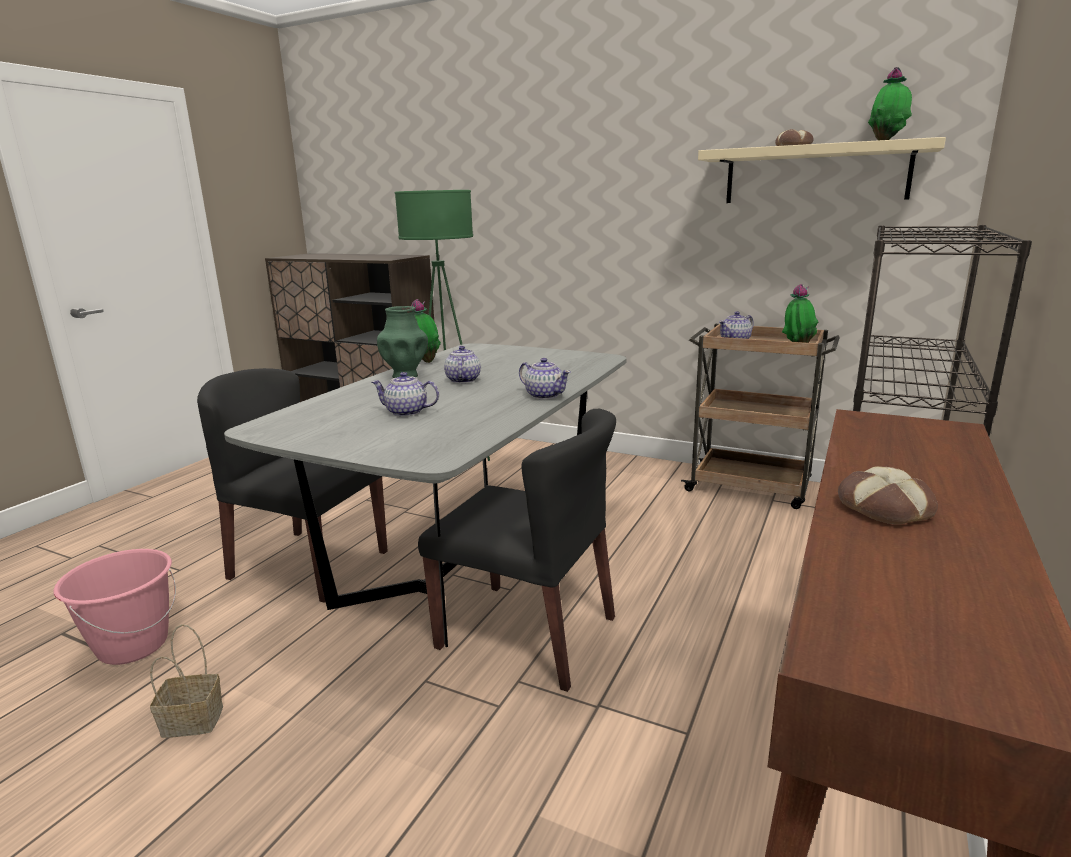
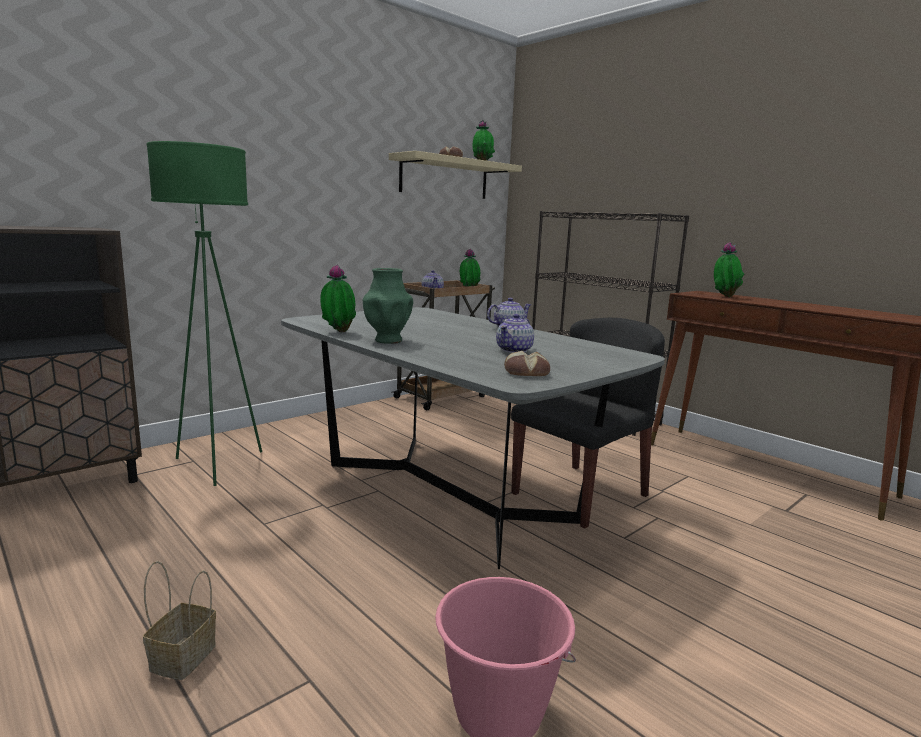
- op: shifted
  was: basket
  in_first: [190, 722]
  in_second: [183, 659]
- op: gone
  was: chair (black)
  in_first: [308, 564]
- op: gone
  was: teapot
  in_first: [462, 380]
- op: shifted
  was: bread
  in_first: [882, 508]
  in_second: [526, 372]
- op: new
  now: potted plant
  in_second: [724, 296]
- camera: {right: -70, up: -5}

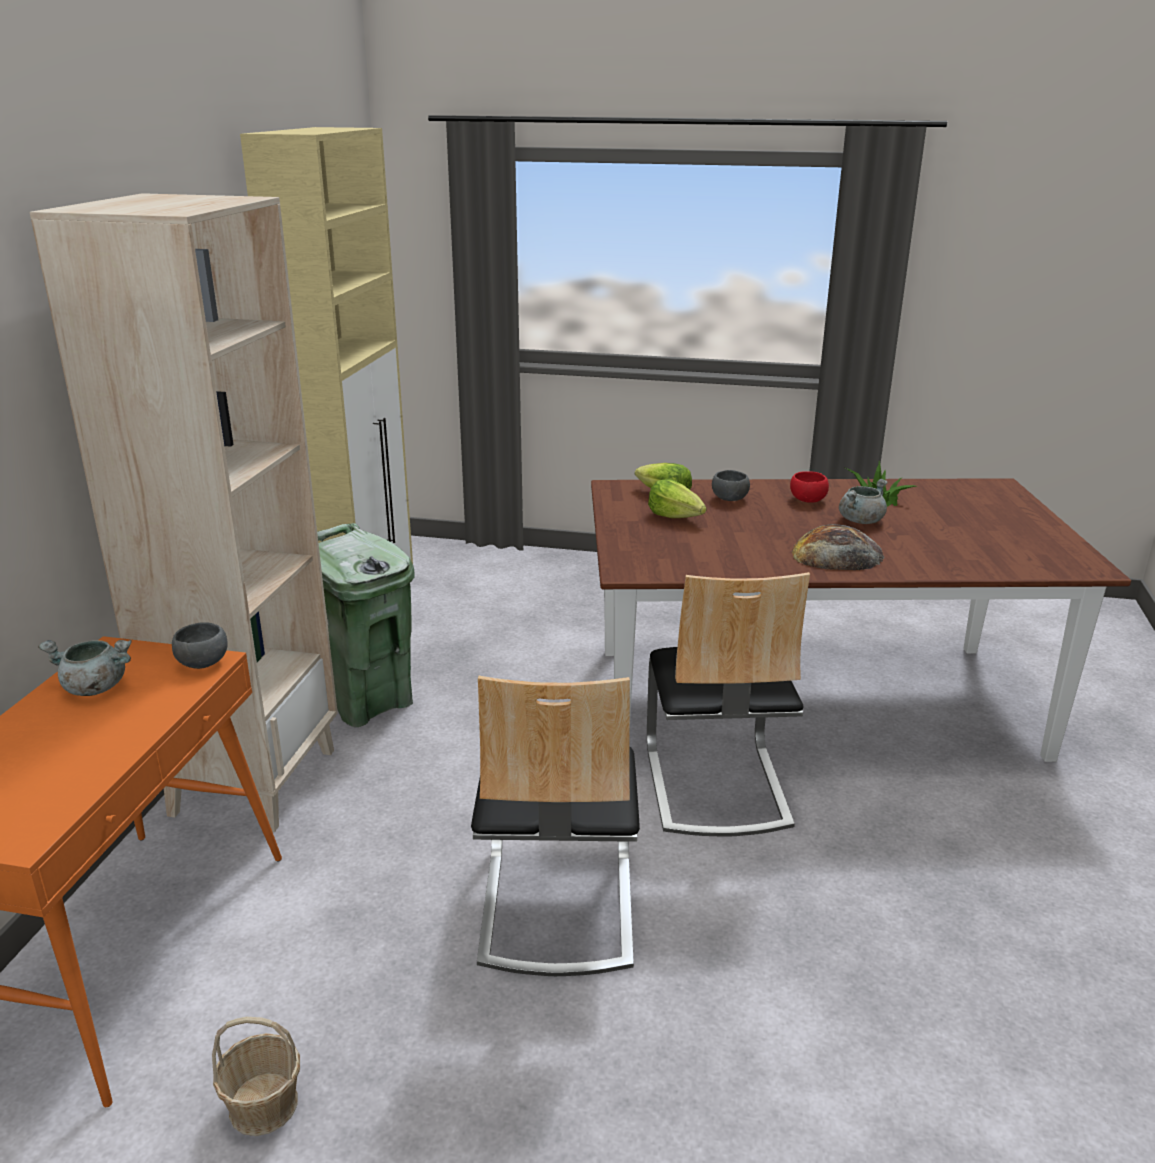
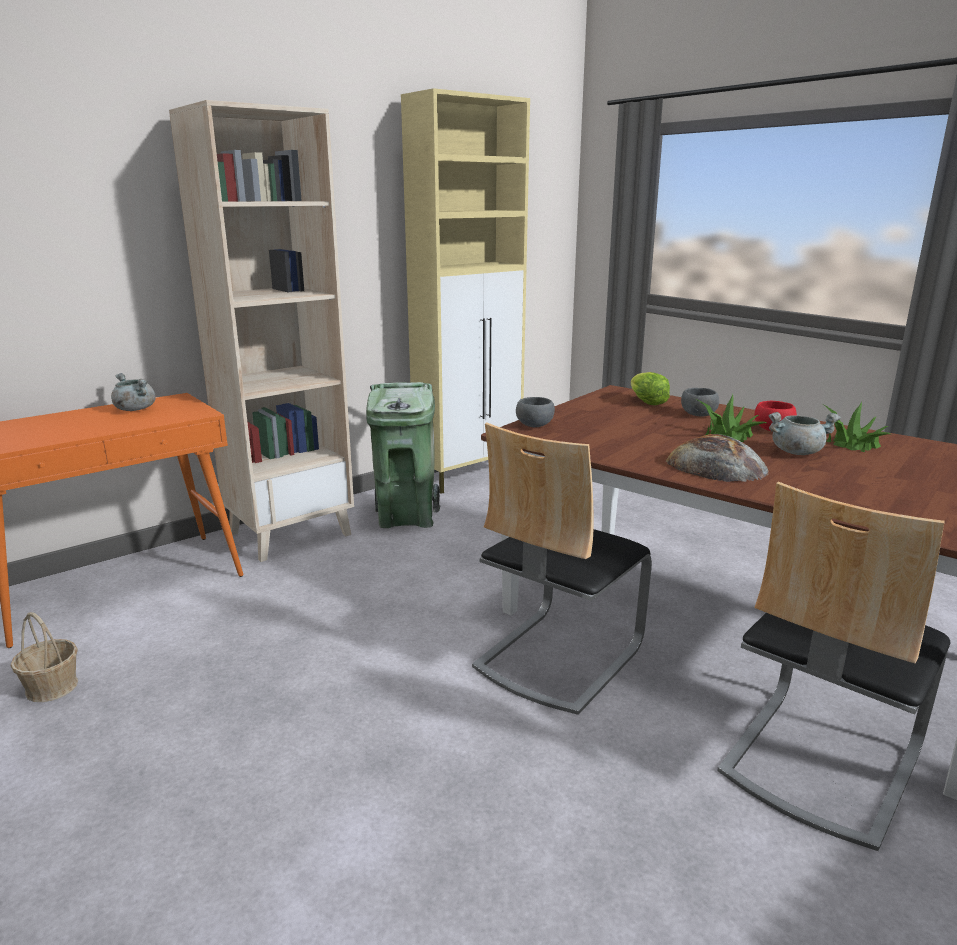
- op: shifted
  was: bowl (grey)
  in_first: [202, 662]
  in_second: [534, 425]
- op: shifted
  was: chair
  in_first: [556, 904]
  in_second: [819, 760]
- op: gone
  was: lettuce
  in_first: [676, 517]
- op: new
  now: potted plant
  in_second: [728, 434]
- camera: {right: 40, up: -5}

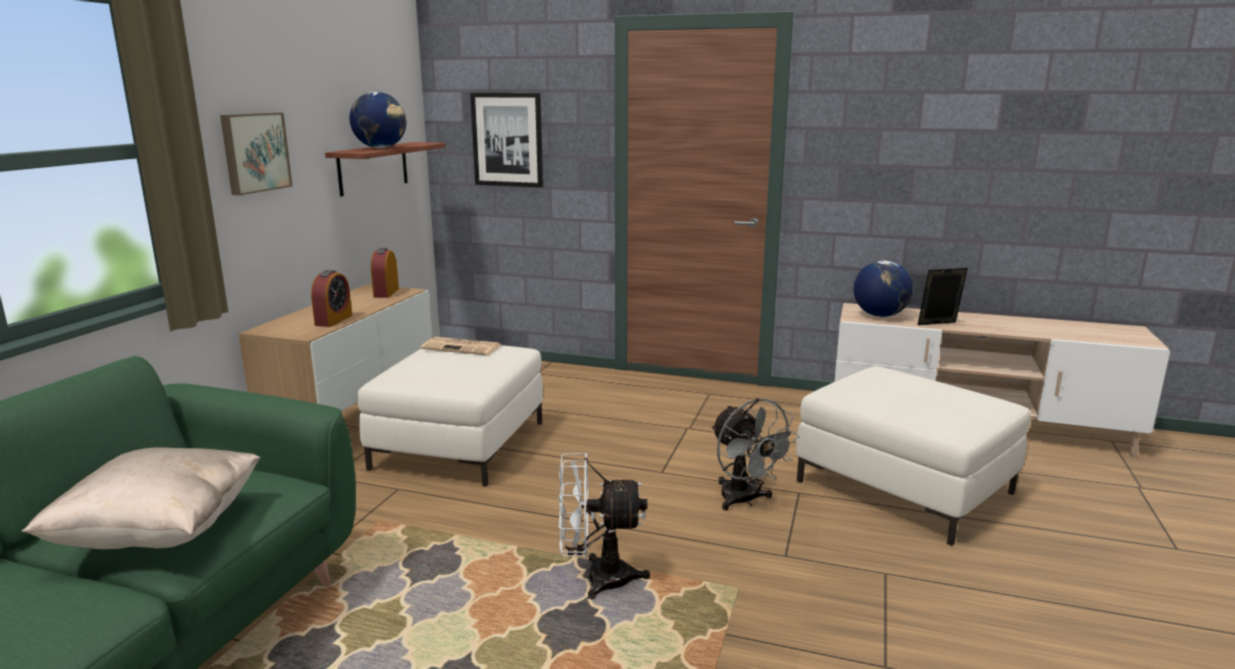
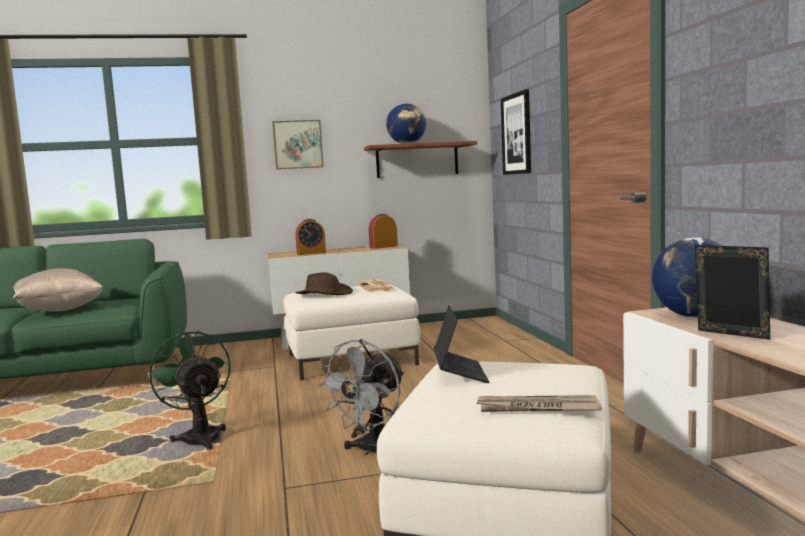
- op: repainted
  was: fan (white)
  now: fan (green)
  in_first: [597, 579]
  in_second: [199, 437]
- op: new
  now: hat (brown)
  in_second: [324, 294]
- op: new
  now: laptop
  in_second: [460, 373]
- op: new
  now: newspaper
  in_second: [537, 408]
- camera: {right: 60, up: -10}

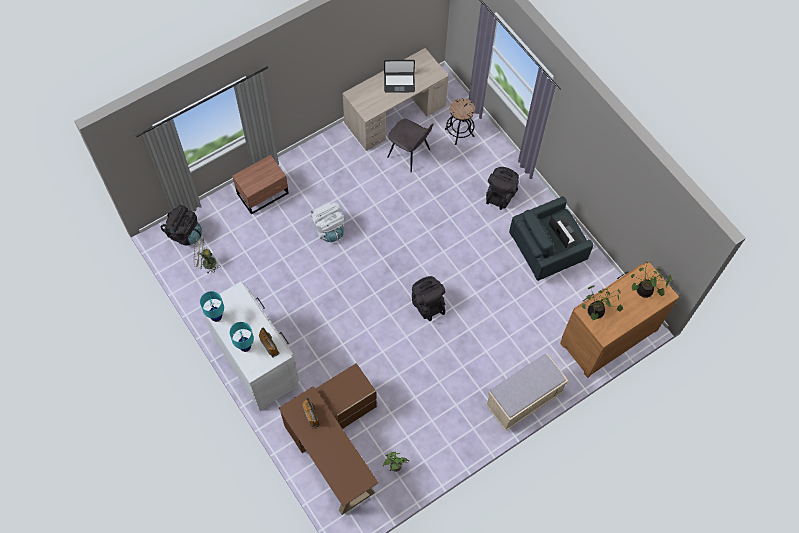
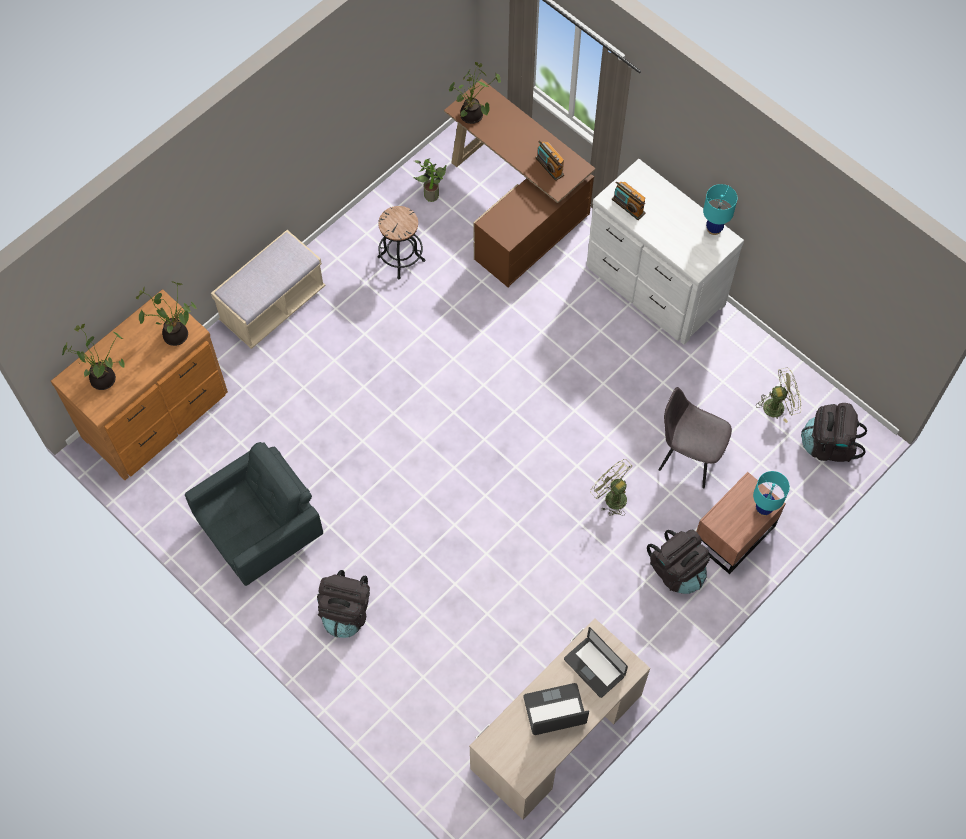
- op: shifted
  was: table lamp (turquoise)
  in_first: [245, 347]
  in_second: [763, 508]
- op: swapped
  was: backpack (white)
  now: fan (green)
  in_first: [328, 229]
  in_second: [611, 496]
- op: shifted
  was: chair (grey)
  in_first: [409, 154]
  in_second: [689, 455]
- op: shifted
  was: backpack (black)
  in_first: [427, 303]
  in_second: [677, 570]
- op: shifted
  was: stool (black)
  in_first: [459, 132]
  in_second: [401, 258]
- op: shifted
  was: laptop
  in_first: [564, 232]
  in_second: [594, 667]
- op: new
  now: potted plant
  in_second: [473, 117]
- camera: {right: 170, up: 0}

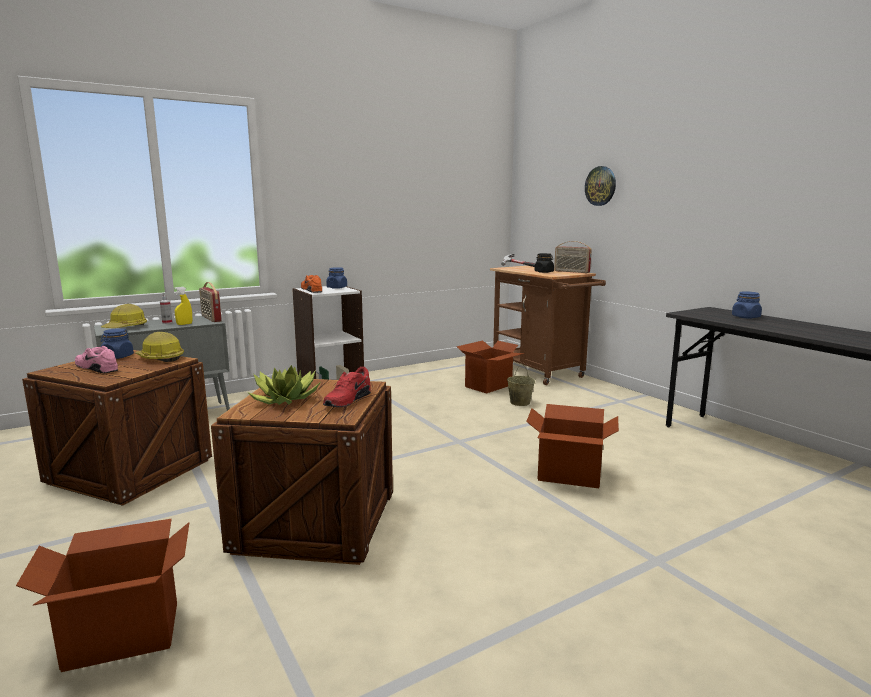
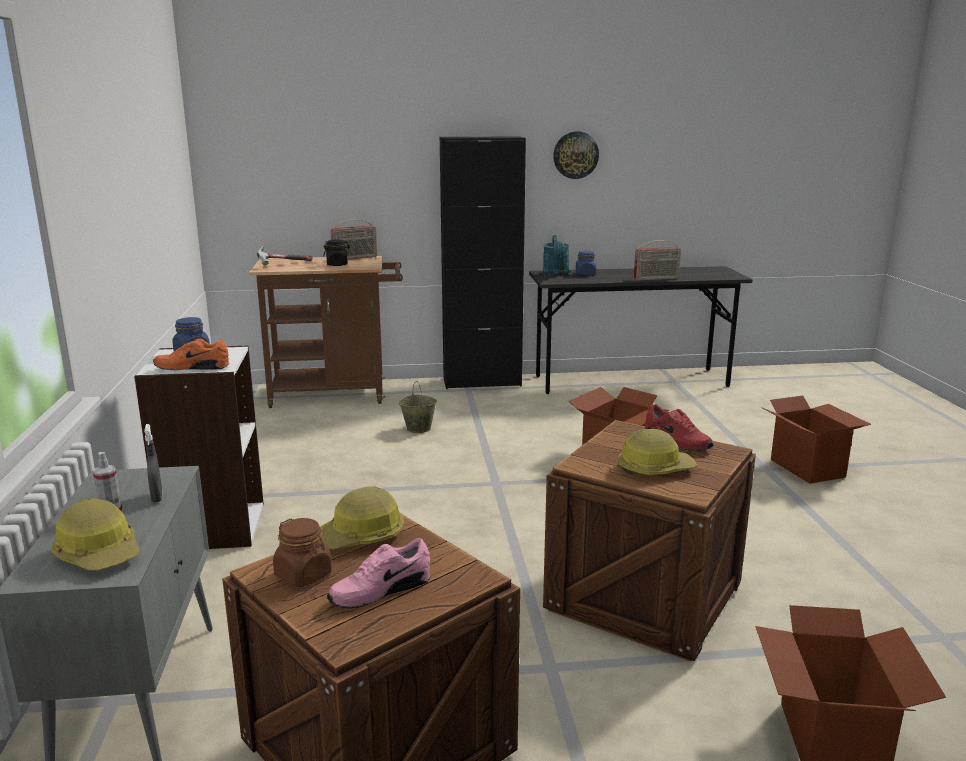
- op: repainted
  was: jar (blue)
  now: jar (brown)
  in_first: [117, 357]
  in_second: [304, 575]
- op: repainted
  was: spray bottle (yellow)
  now: spray bottle (grey)
  in_first: [184, 324]
  in_second: [157, 497]
- op: shifted
  was: radio
  in_first: [211, 318]
  in_second: [656, 279]
- op: swapped
  was: potted plant
  now: hard hat
  in_first: [285, 399]
  in_second: [654, 468]
- op: shifted
  was: cardboard box
  in_first: [489, 386]
  in_second: [808, 468]
- op: shifted
  was: wall clock
  in_first: [600, 186]
  in_second: [575, 155]
- op: new
  now: cabinet (black)
  in_second: [482, 382]
- op: new
  now: watering can (turquoise)
  in_second: [556, 274]
- camera: {right: -65, up: 5}

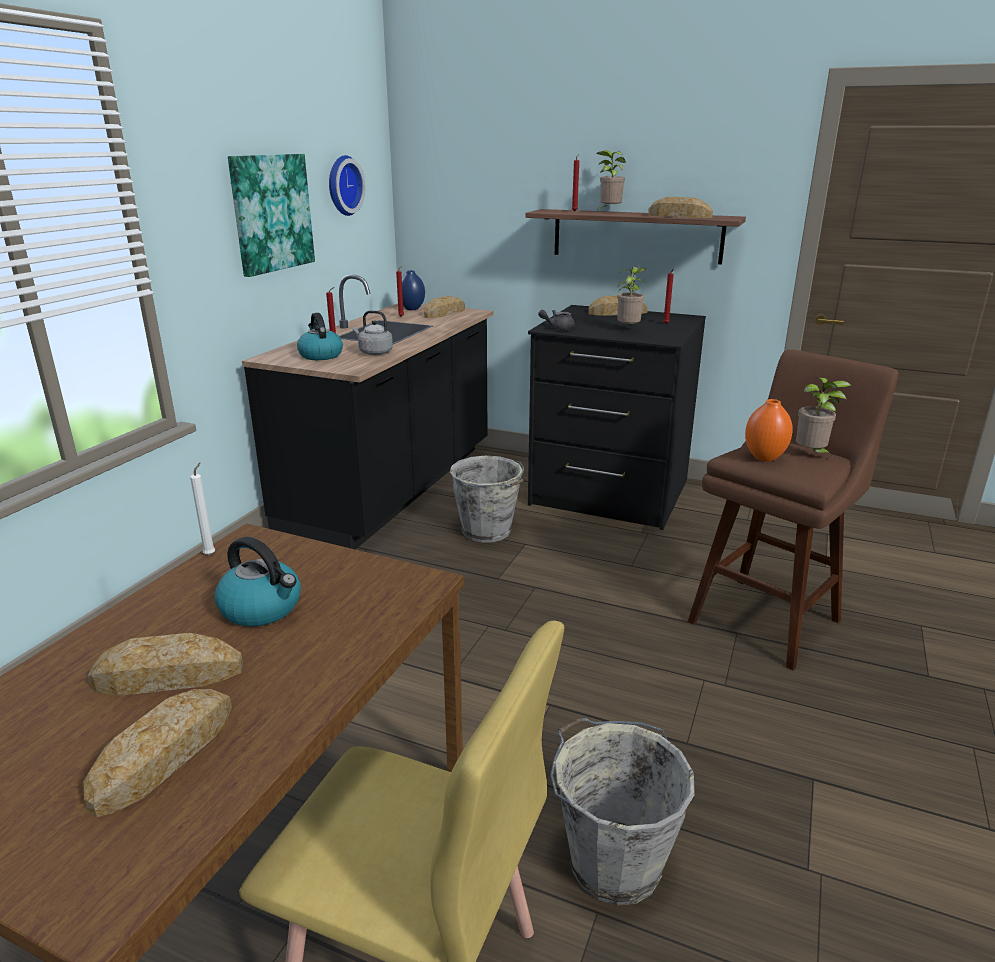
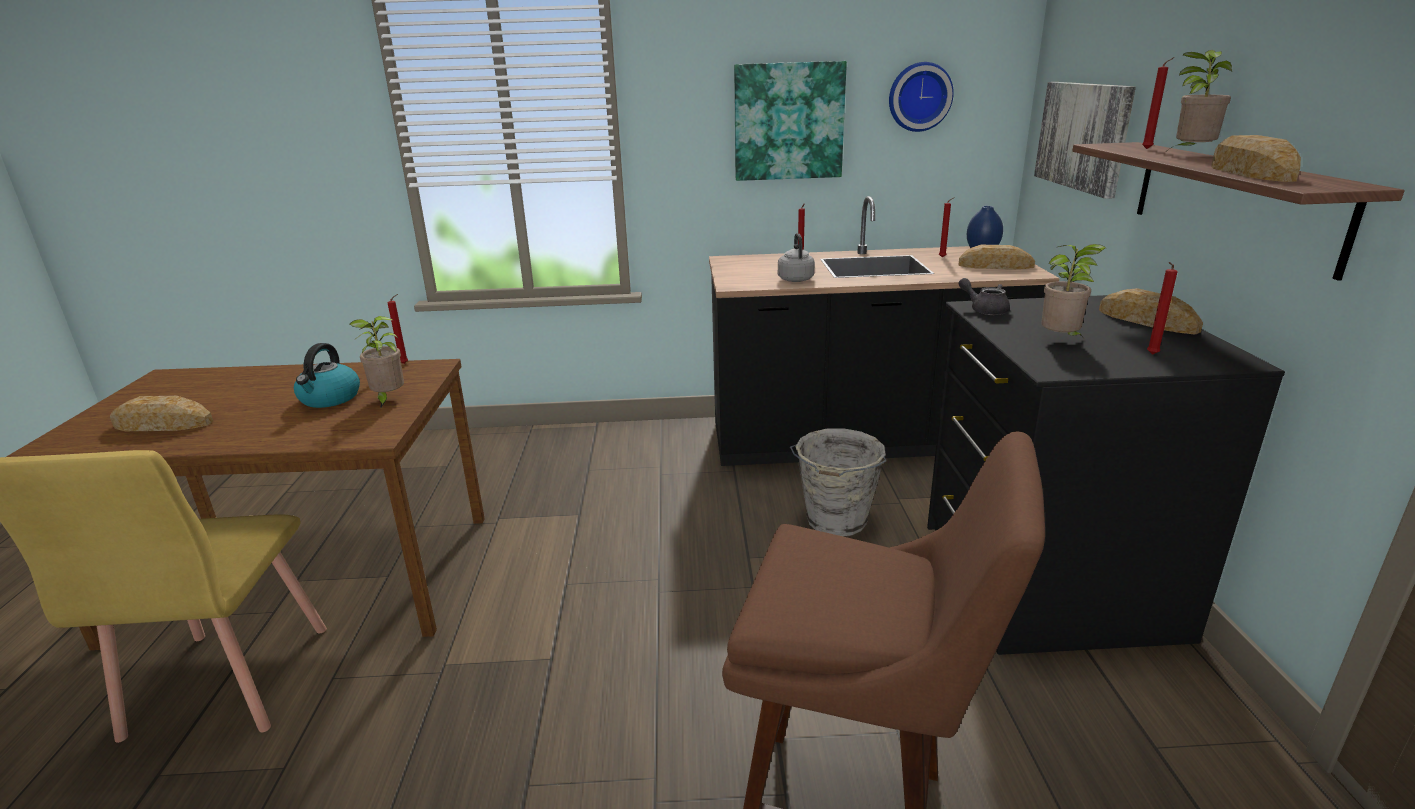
- op: gone
  was: bread
  in_first: [167, 676]
- op: repainted
  was: candle (white)
  now: candle (red)
  in_first: [211, 554]
  in_second: [405, 363]
- op: gone
  was: kettle
  in_first: [320, 355]
- op: gone
  was: bucket (grey)
  in_first: [612, 861]
- op: gone
  was: vase (orange)
  in_first: [764, 457]
- op: shifted
  was: potted plant
  in_first: [811, 455]
  in_second: [388, 399]
- op: new
  now: picture
  in_second: [1083, 136]
- camera: {right: 65, up: 0}

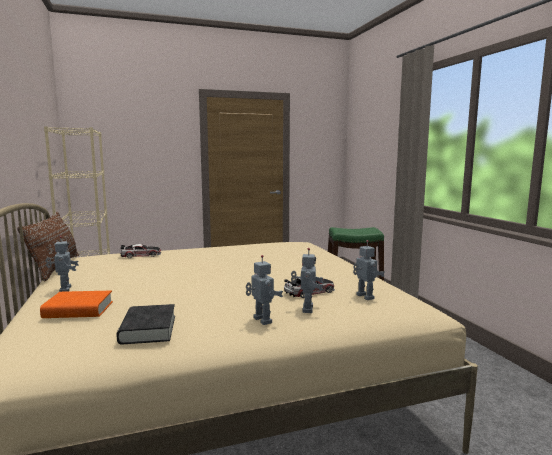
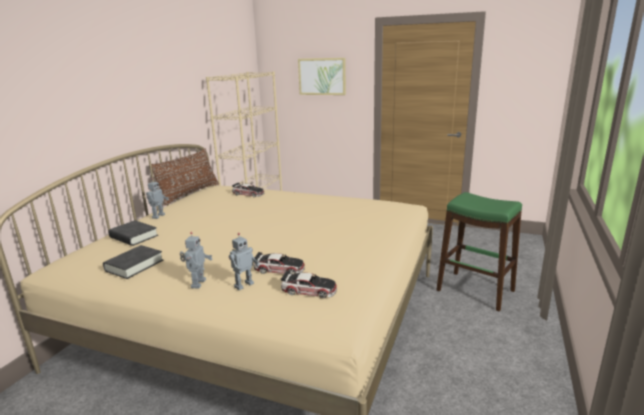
- op: repainted
  was: book (orange)
  now: book (black)
  in_first: [78, 310]
  in_second: [133, 237]
- op: swapped
  was: toy robot
  now: toy car
  in_first: [364, 297]
  in_second: [309, 290]
- op: new
  now: picture
  in_second: [322, 76]
- camera: {right: 40, up: 10}

